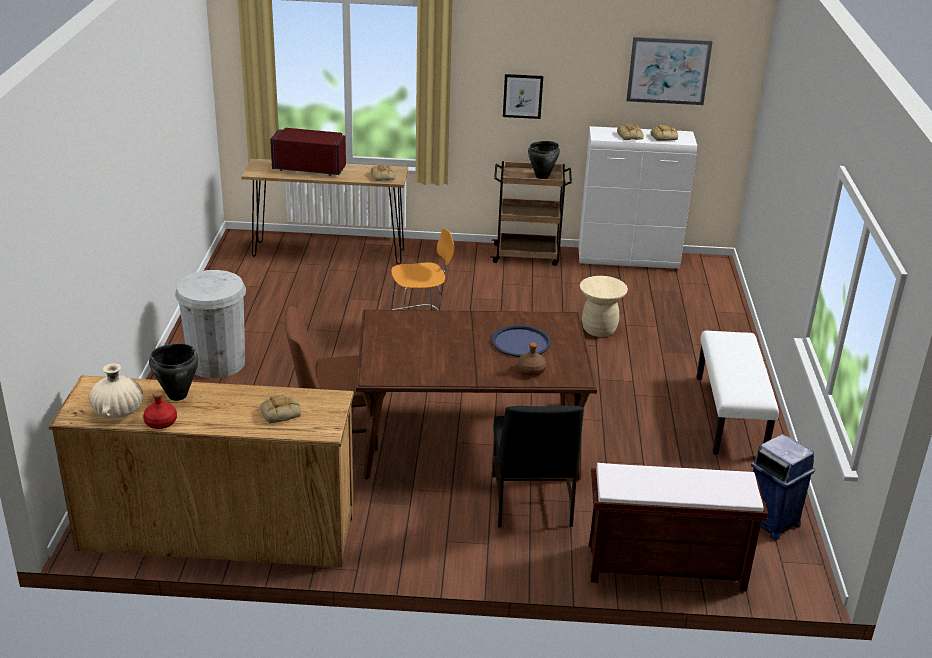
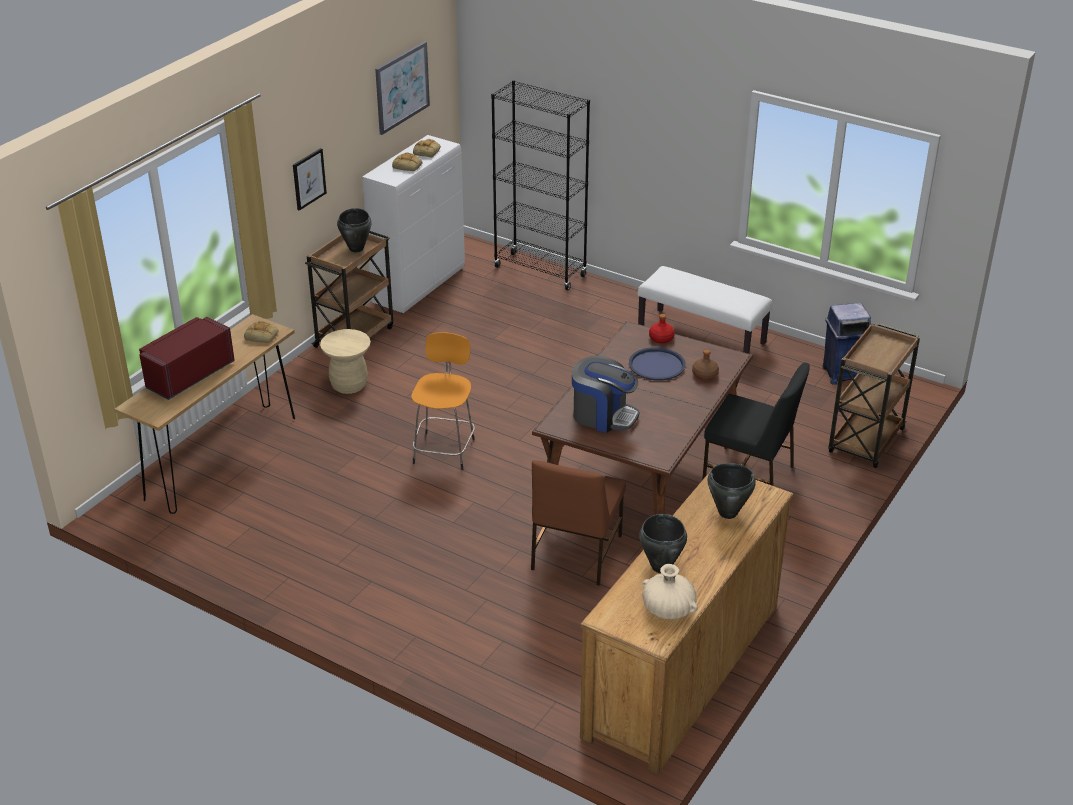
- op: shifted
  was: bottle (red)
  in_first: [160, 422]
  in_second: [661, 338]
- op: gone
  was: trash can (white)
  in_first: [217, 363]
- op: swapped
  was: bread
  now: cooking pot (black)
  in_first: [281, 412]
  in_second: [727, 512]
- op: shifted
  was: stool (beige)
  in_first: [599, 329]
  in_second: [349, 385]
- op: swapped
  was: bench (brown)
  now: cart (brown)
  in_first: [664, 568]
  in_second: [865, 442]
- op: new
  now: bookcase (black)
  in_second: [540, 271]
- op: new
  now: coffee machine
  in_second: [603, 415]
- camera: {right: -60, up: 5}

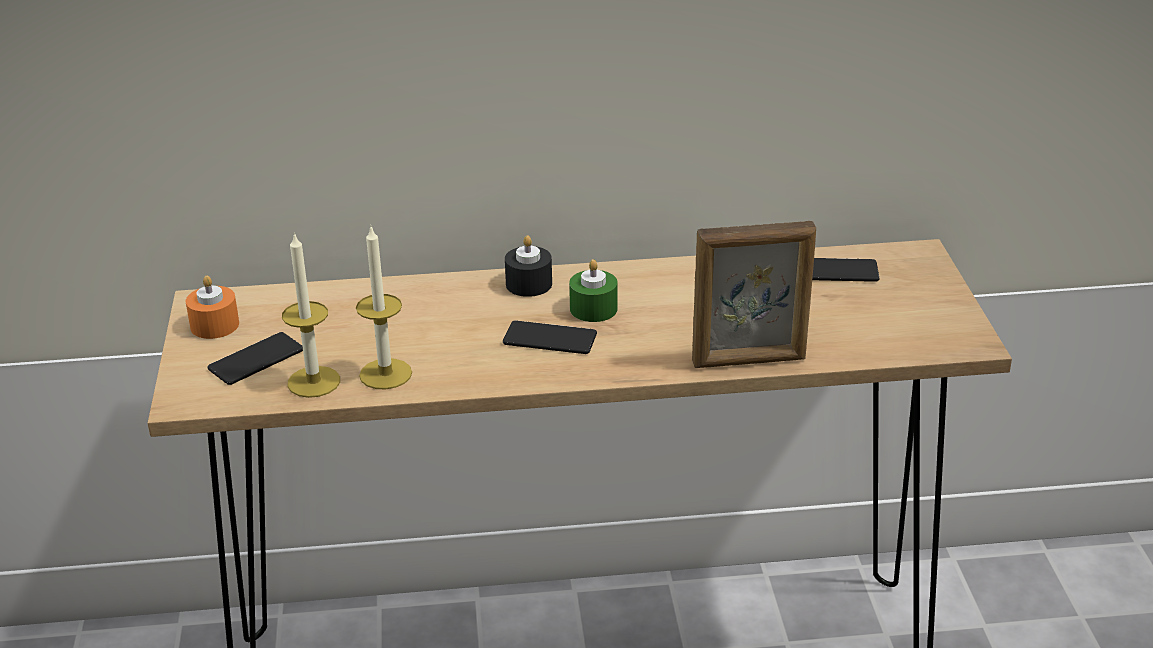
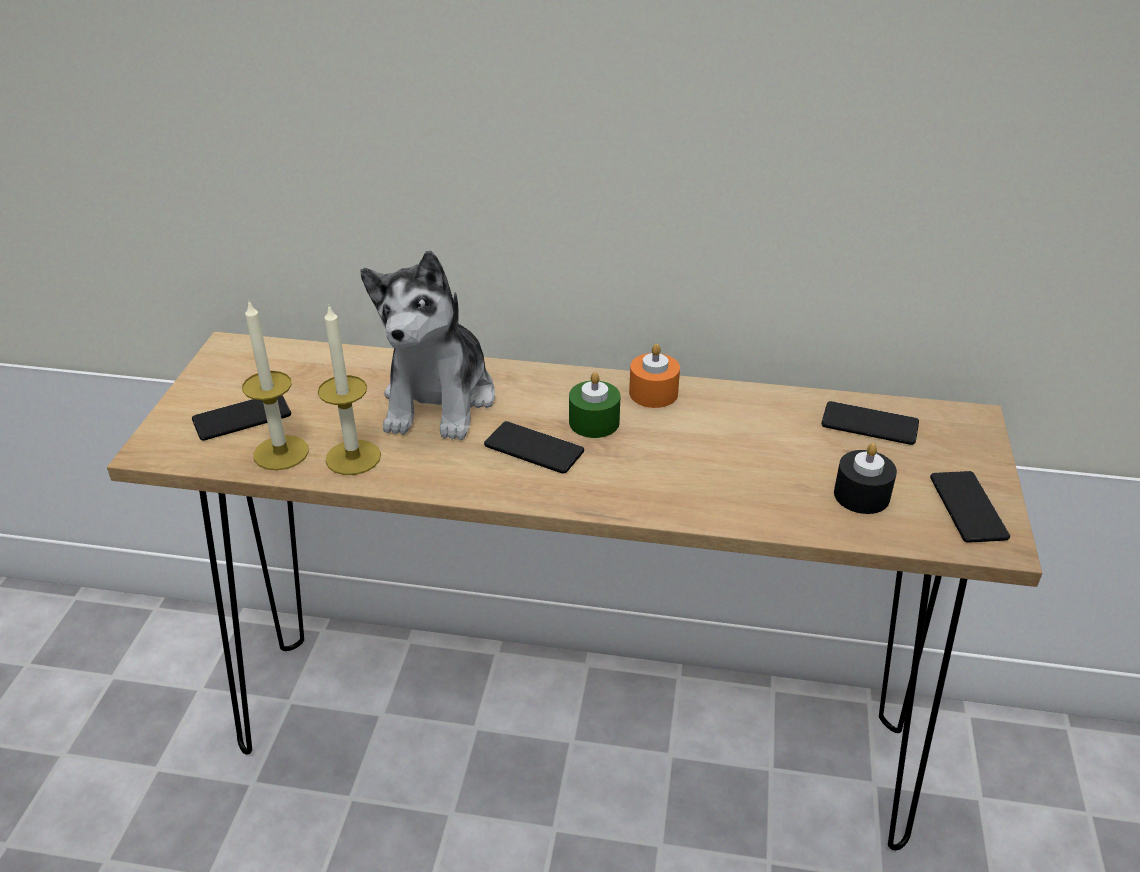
- op: shifted
  was: candle (orange)
  in_first: [214, 325]
  in_second: [653, 393]
- op: shifted
  was: candle (black)
  in_first: [529, 284]
  in_second: [861, 495]
- op: gone
  was: picture frame
  in_first: [749, 361]
- op: new
  now: plush toy
  in_second: [439, 400]
- op: new
  now: phone
  in_second: [968, 507]
- camera: {right: 15, up: 5}

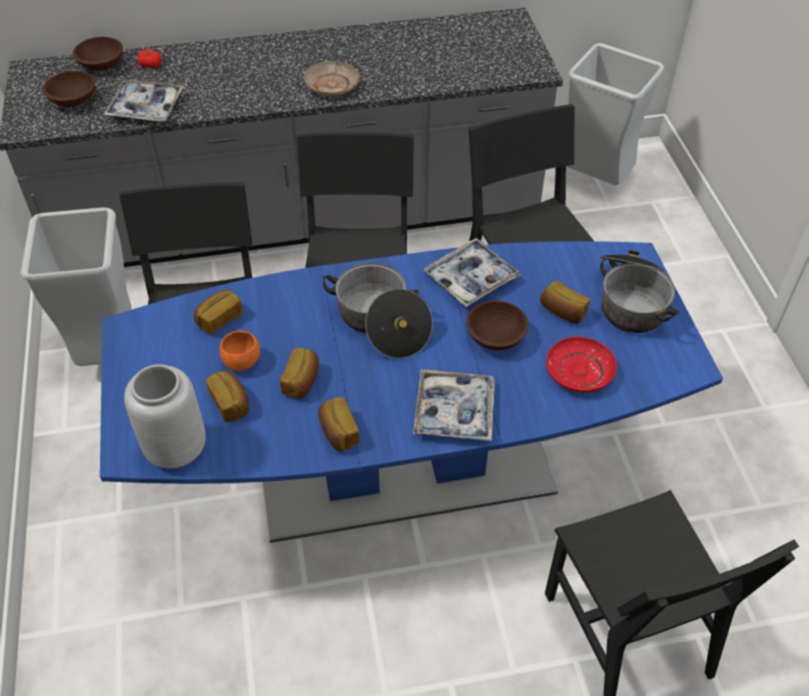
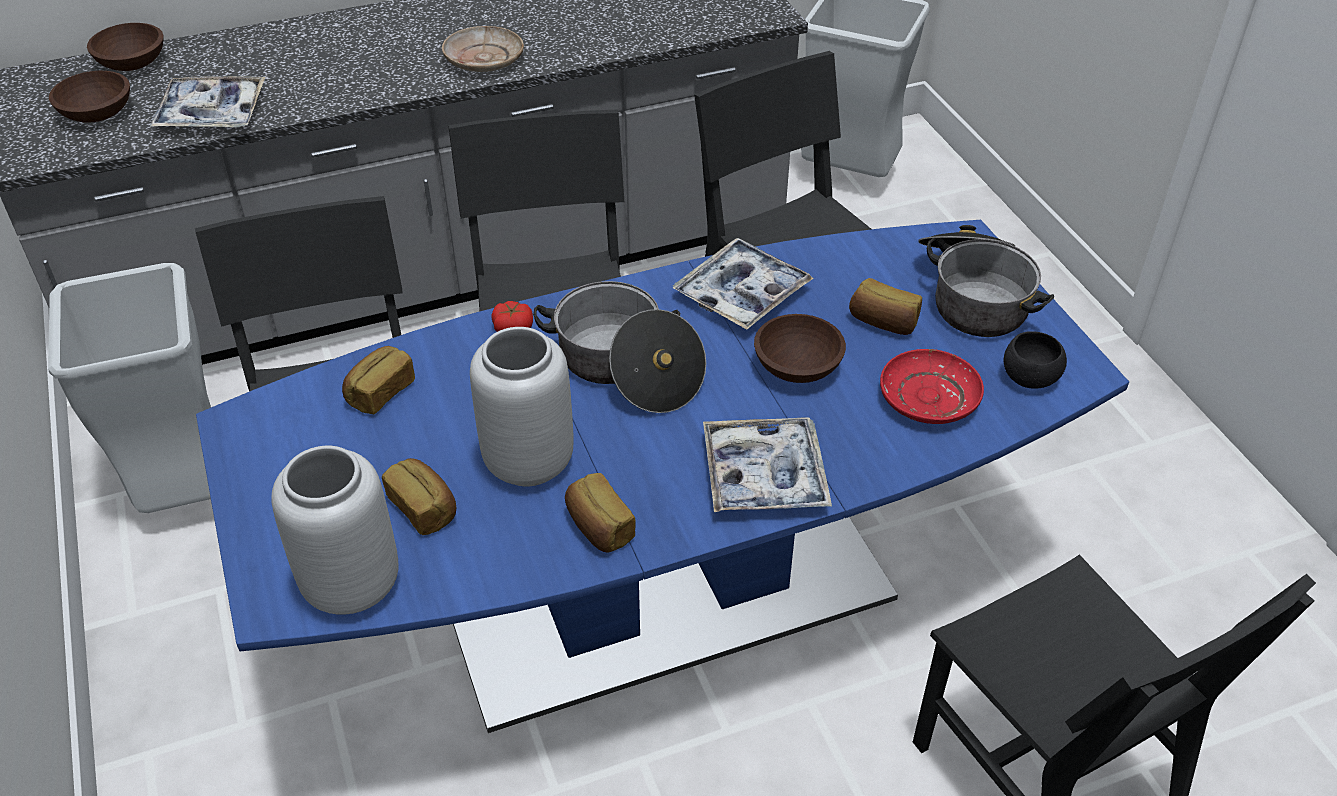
- op: shifted
  was: tomato
  in_first: [150, 64]
  in_second: [513, 327]
- op: gone
  was: bowl (orange)
  in_first: [242, 361]
- op: swapped
  was: bread
  now: vase (grey)
  in_first: [302, 381]
  in_second: [527, 463]
- op: new
  now: bowl (black)
  in_second: [1029, 378]
- camera: {right: -10, up: -5}

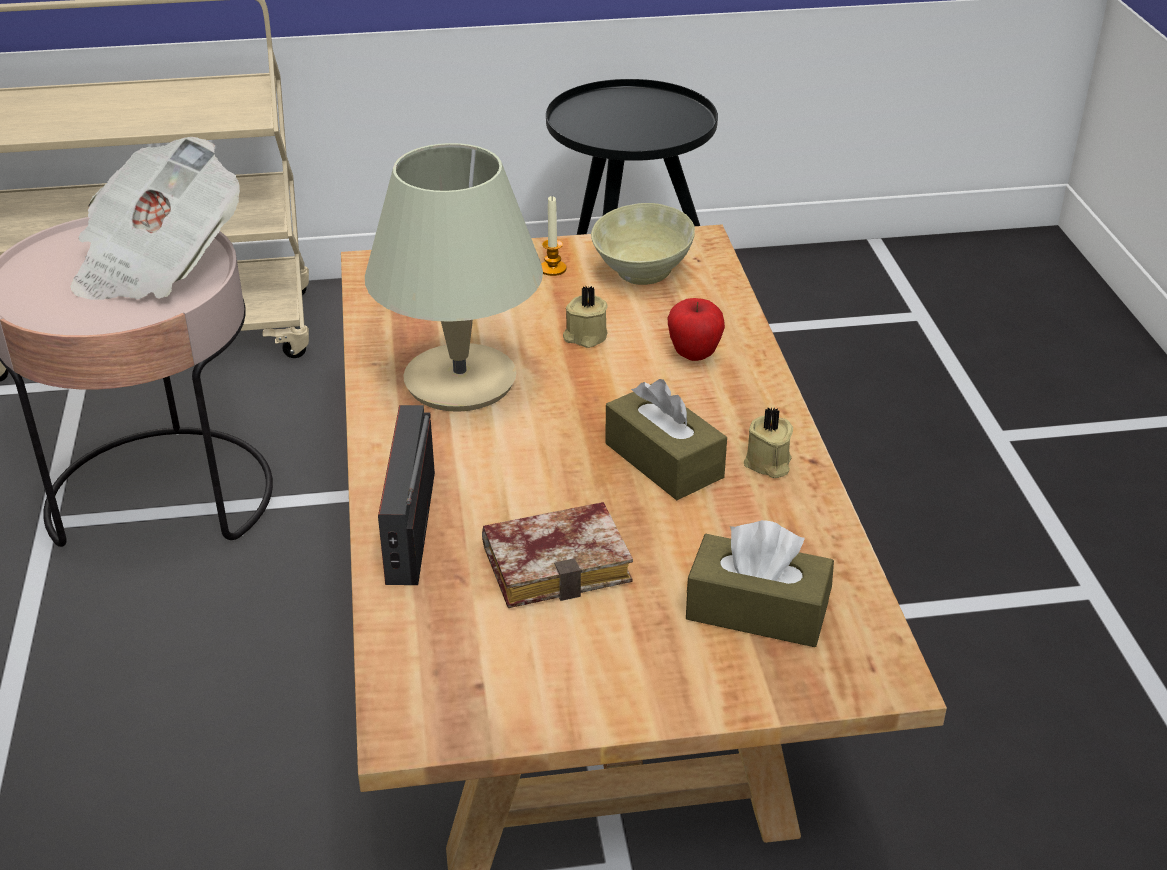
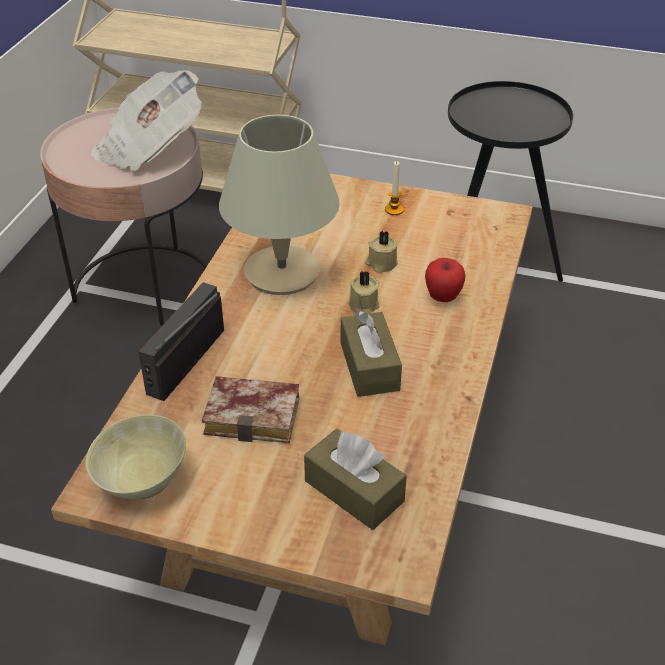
- op: shifted
  was: bowl (beige)
  in_first: [640, 273]
  in_second: [140, 481]
- op: shifted
  was: candle (beige)
  in_first: [768, 464]
  in_second: [363, 306]
- camera: {right: 25, up: 5}

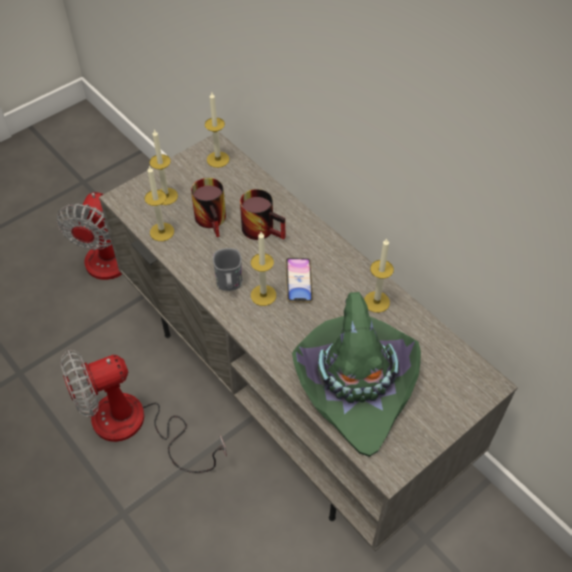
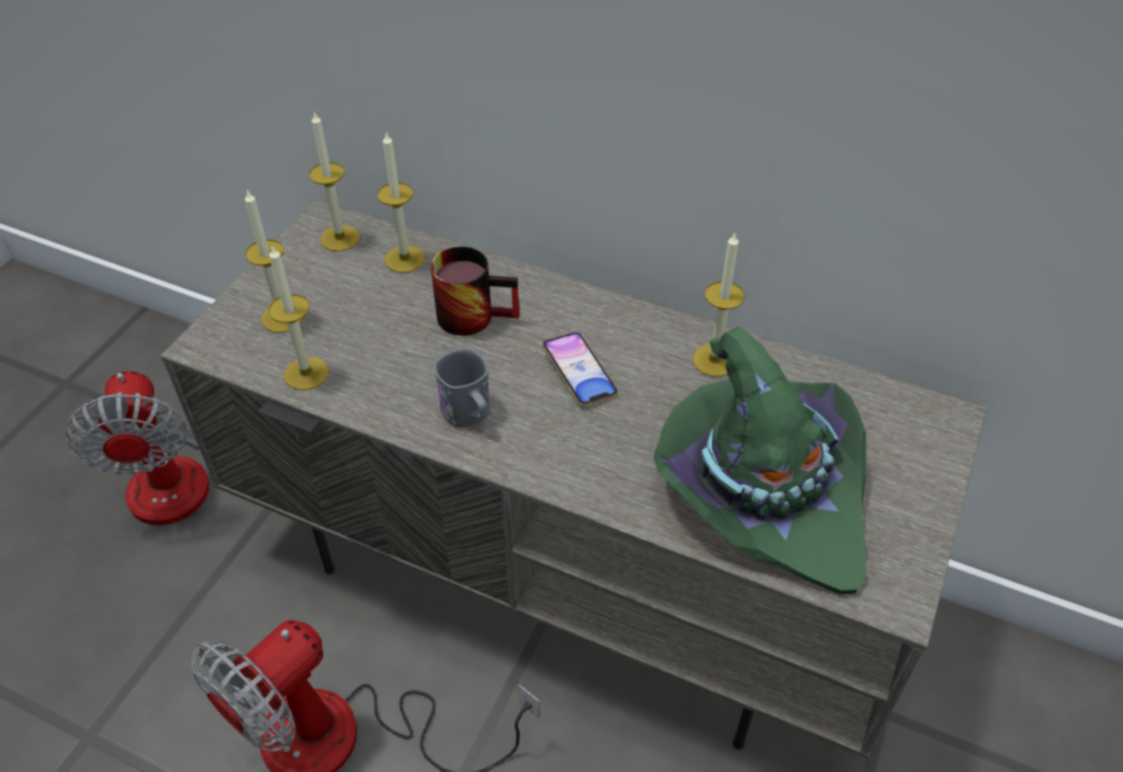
- op: gone
  was: mug
  in_first: [214, 220]
- op: shifted
  was: candle
  in_first: [263, 295]
  in_second: [404, 259]
- camera: {right: -25, up: -5}

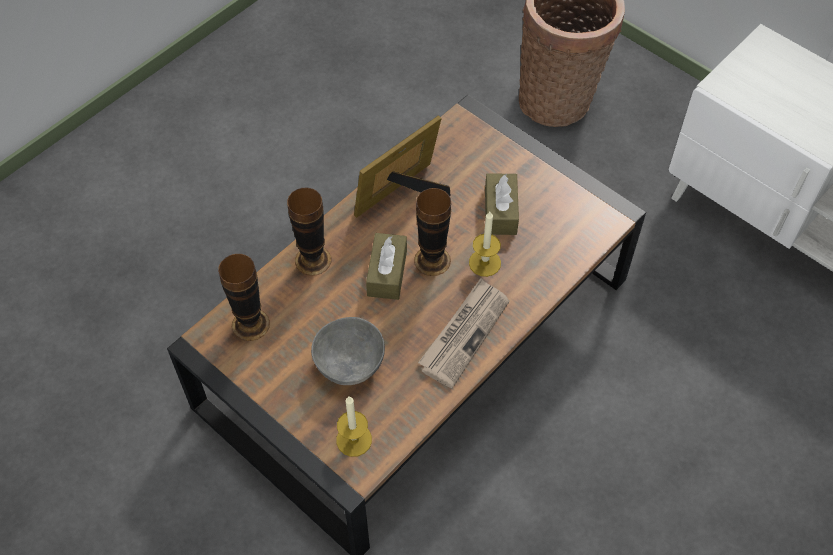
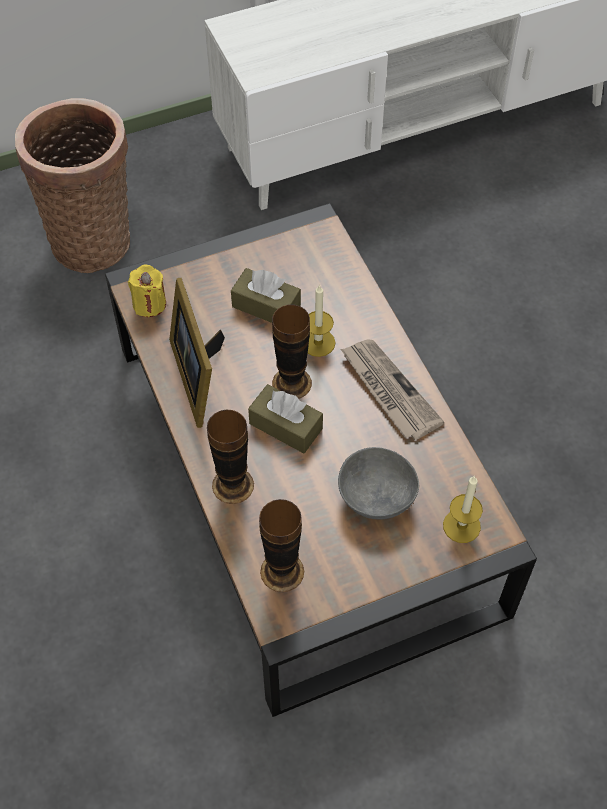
- op: new
  now: candle (yellow)
  in_second: [149, 304]
- camera: {right: -65, up: 0}

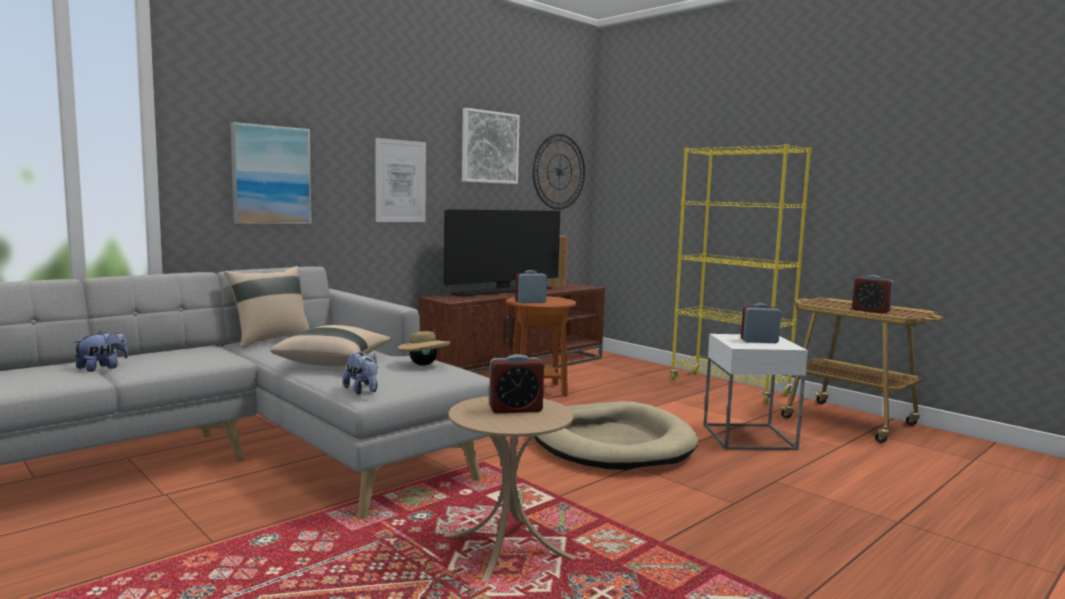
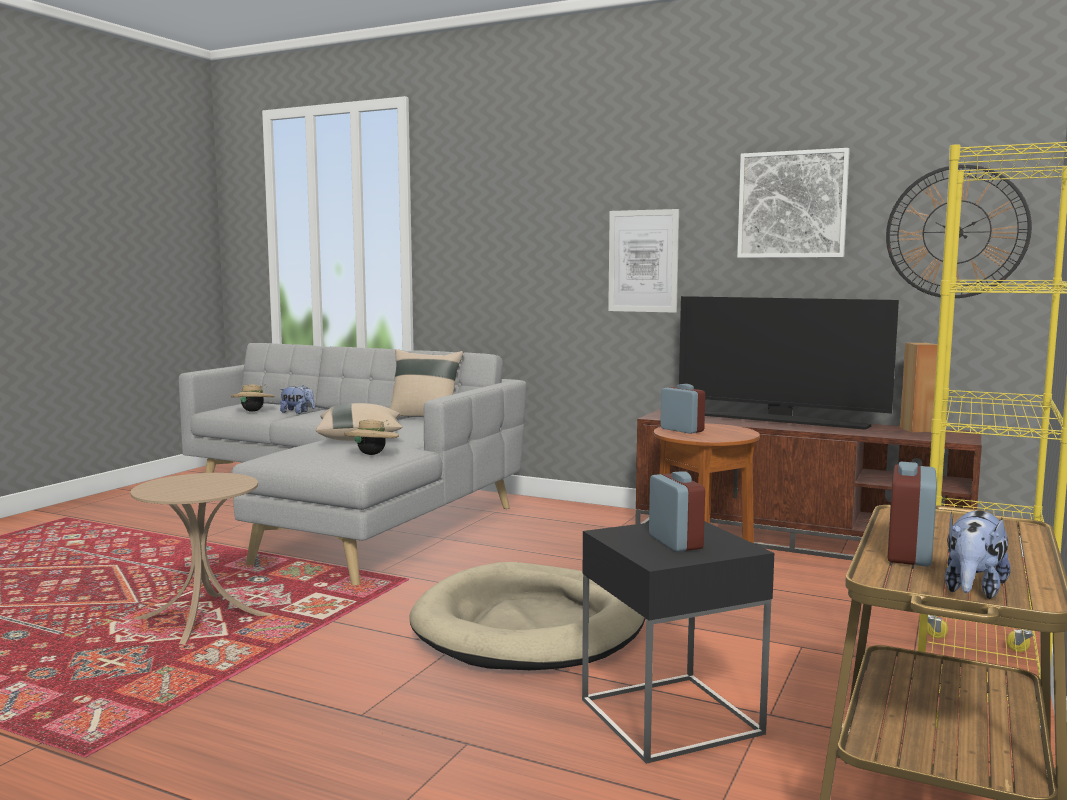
- op: gone
  was: picture
  in_first: [271, 175]
- op: shifted
  was: plush toy
  in_first: [363, 391]
  in_second: [972, 590]
- op: gone
  was: alarm clock
  in_first: [515, 409]
- op: repainted
  was: side table (white)
  now: side table (black)
  in_first: [748, 437]
  in_second: [670, 716]
- op: new
  now: hat (beige)
  in_second: [253, 411]
- camera: {right: 70, up: 0}

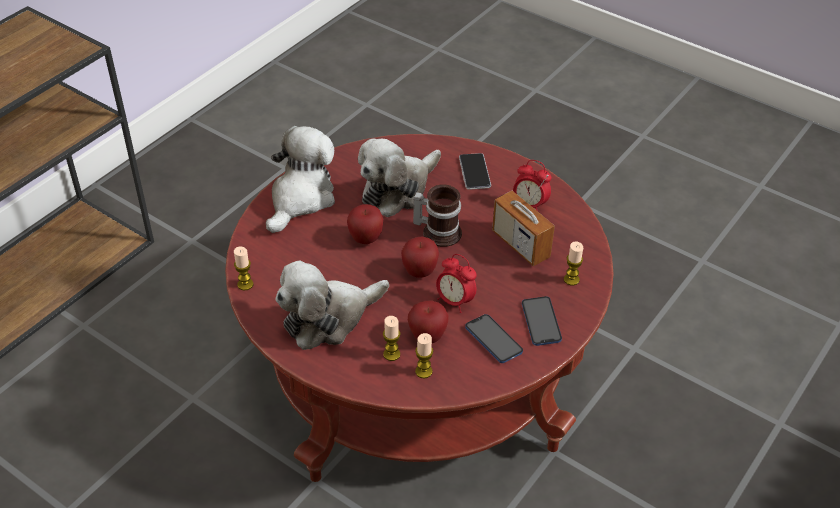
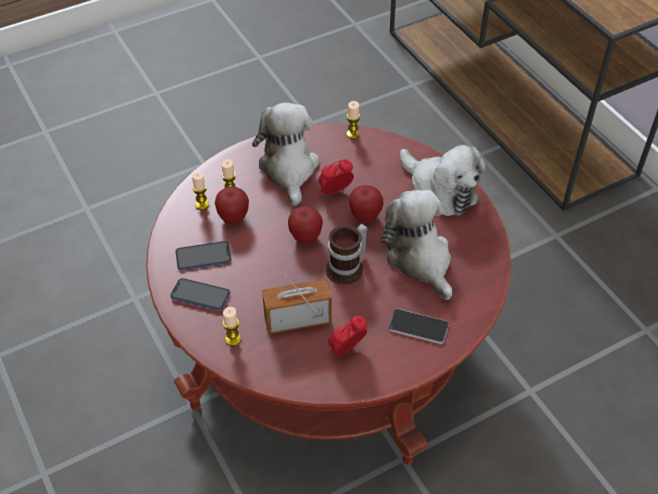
- op: shifted
  was: alarm clock
  in_first: [455, 301]
  in_second: [335, 193]
- camera: {right: 115, up: 5}

